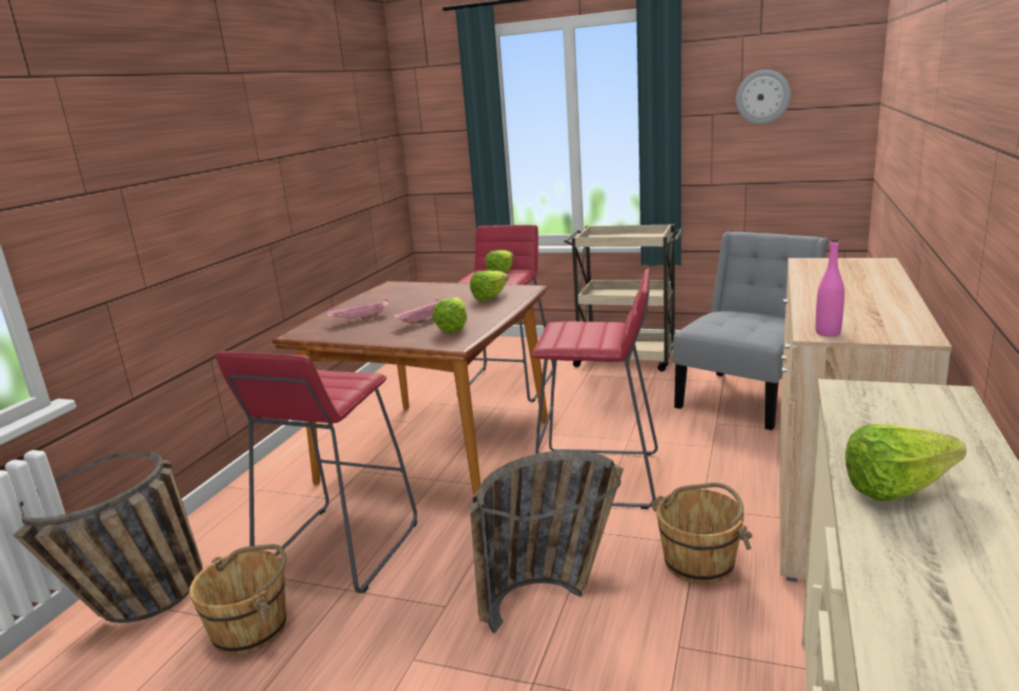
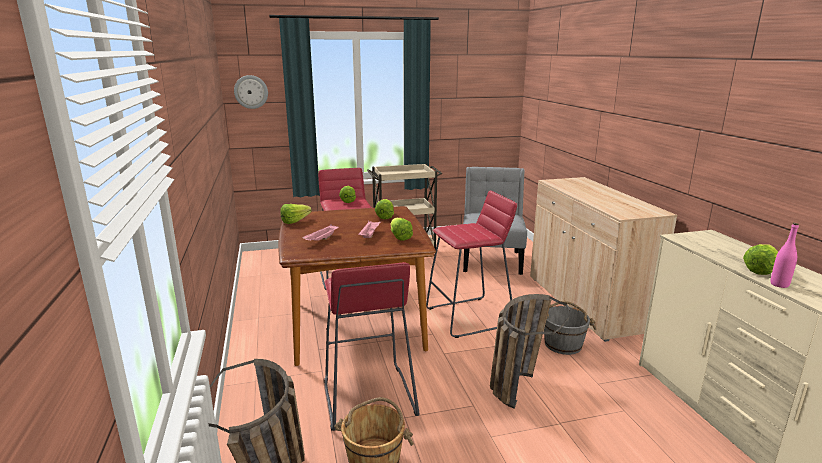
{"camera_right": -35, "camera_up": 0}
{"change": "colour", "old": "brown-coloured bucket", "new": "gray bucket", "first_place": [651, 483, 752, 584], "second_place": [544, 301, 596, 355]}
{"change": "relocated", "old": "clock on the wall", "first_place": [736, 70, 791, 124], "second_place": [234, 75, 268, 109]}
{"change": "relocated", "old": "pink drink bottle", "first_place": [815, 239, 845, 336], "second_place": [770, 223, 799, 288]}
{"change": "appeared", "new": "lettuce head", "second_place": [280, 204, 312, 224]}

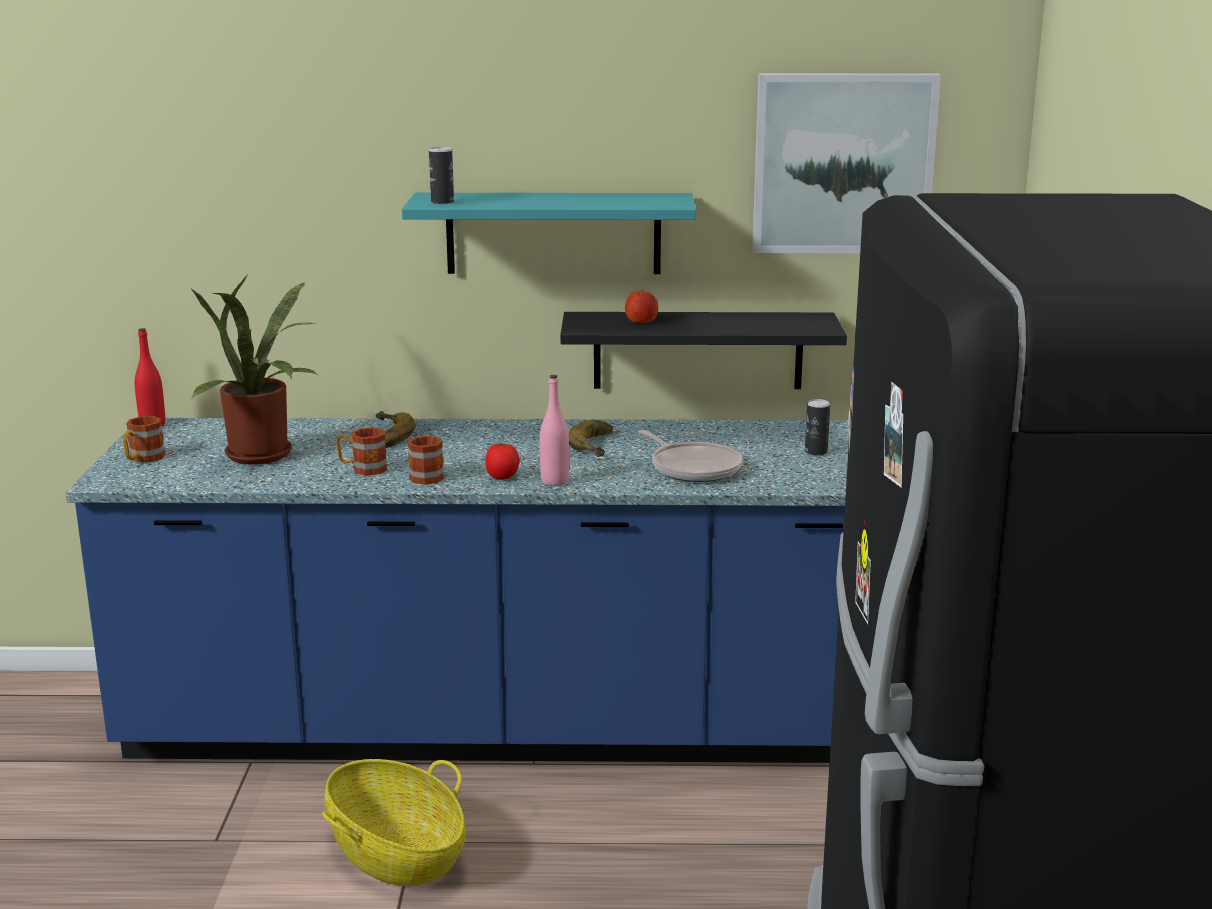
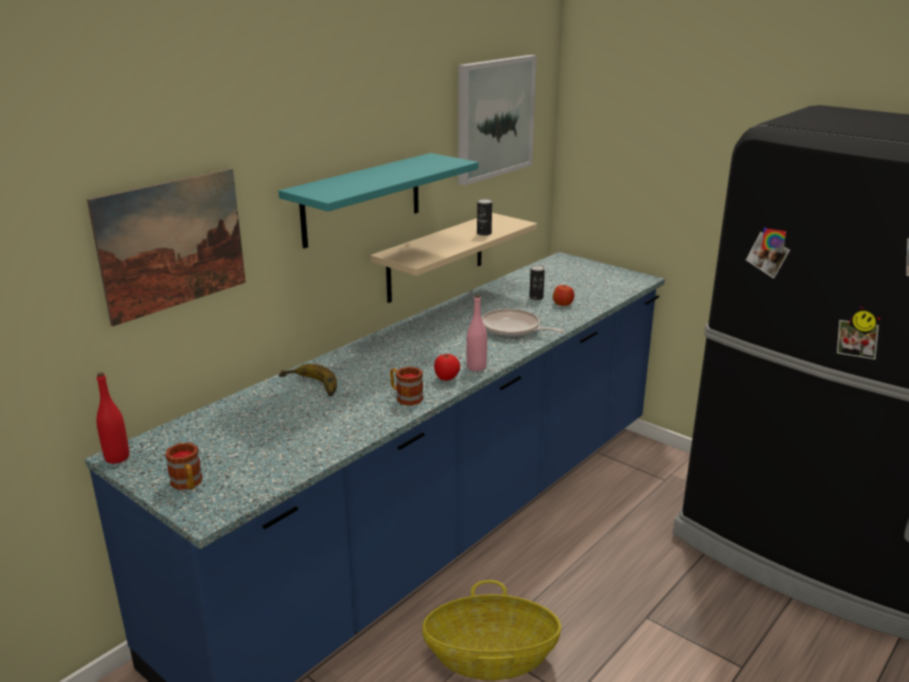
{"camera_right": -50, "camera_up": 5}
{"change": "missing", "old": "houseplant", "first_place": [191, 273, 319, 465]}
{"change": "missing", "old": "mug", "first_place": [336, 427, 387, 476]}
{"change": "relocated", "old": "sealed can", "first_place": [429, 147, 454, 204], "second_place": [477, 199, 492, 236]}
{"change": "colour", "old": "black-coloured bracket shelf", "new": "beige bracket shelf", "first_place": [560, 312, 847, 389], "second_place": [370, 213, 537, 303]}
{"change": "missing", "old": "whole banana", "first_place": [569, 420, 613, 457]}
{"change": "relocated", "old": "whole apple", "first_place": [625, 291, 658, 323], "second_place": [553, 285, 574, 306]}
{"change": "spun", "old": "frying pan", "first_place": [638, 430, 743, 482], "second_place": [482, 309, 565, 338], "degrees": -150}
{"change": "appeared", "new": "picture", "second_place": [87, 169, 246, 326]}

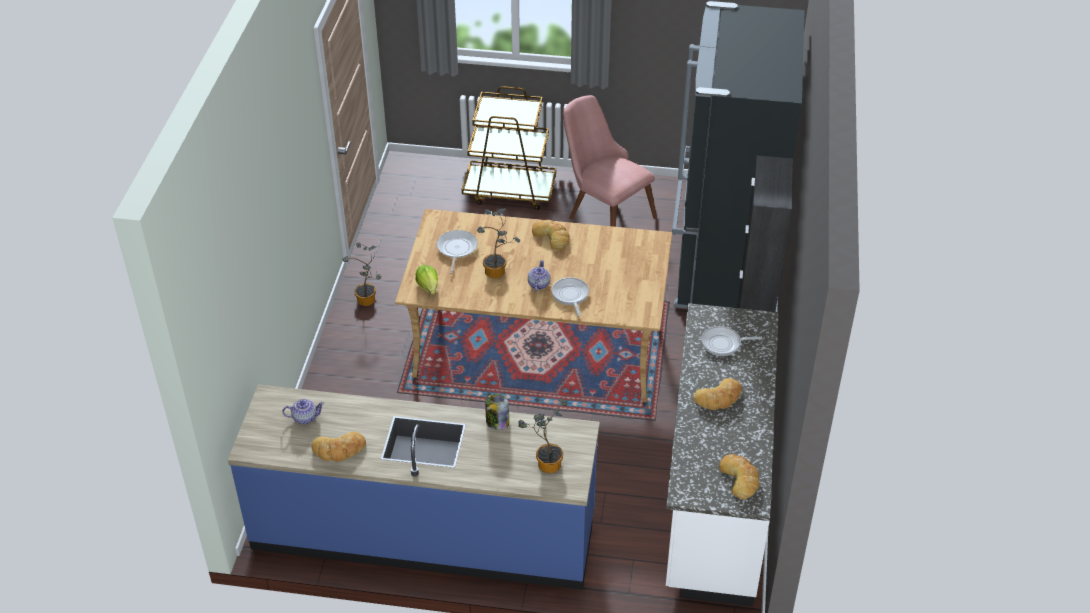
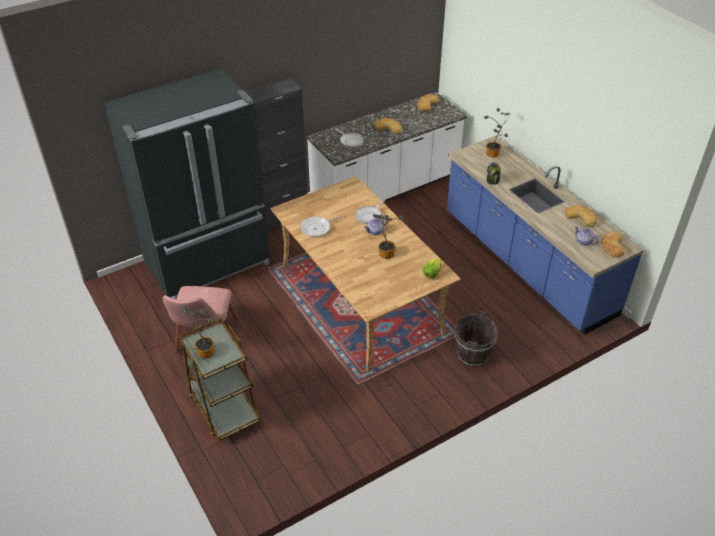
{"camera_right": -130, "camera_up": 0}
{"change": "relocated", "old": "houseplant", "first_place": [342, 243, 382, 306], "second_place": [182, 307, 215, 358]}
{"change": "relocated", "old": "frying pan", "first_place": [437, 230, 478, 274], "second_place": [300, 215, 342, 237]}
{"change": "relocated", "old": "bakery bread", "first_place": [532, 220, 570, 250], "second_place": [601, 232, 625, 258]}
{"change": "appeared", "new": "brown-coloured bucket", "second_place": [455, 311, 498, 367]}

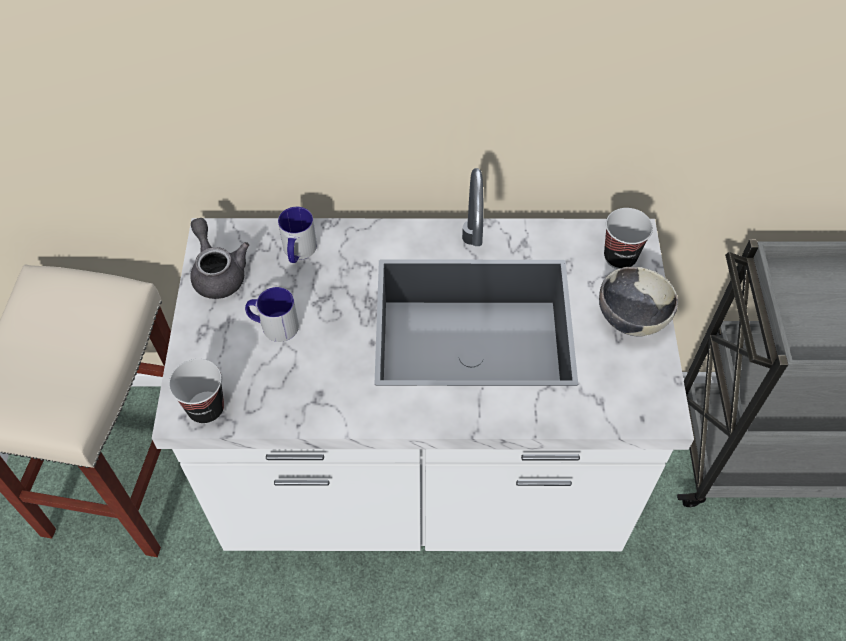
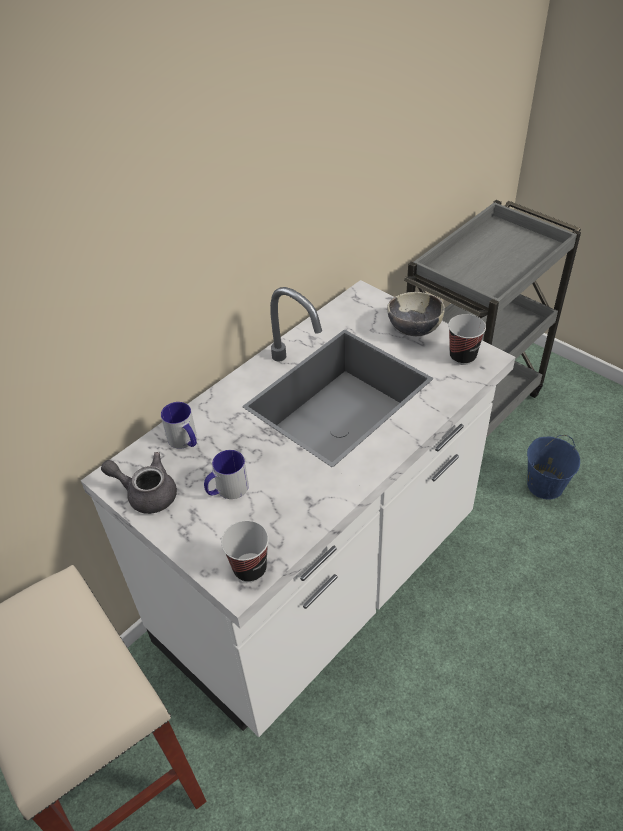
{"camera_right": -45, "camera_up": -10}
{"change": "relocated", "old": "drinking cup", "first_place": [604, 208, 653, 269], "second_place": [448, 314, 486, 365]}
{"change": "appeared", "new": "bluish bucket", "second_place": [527, 435, 580, 500]}

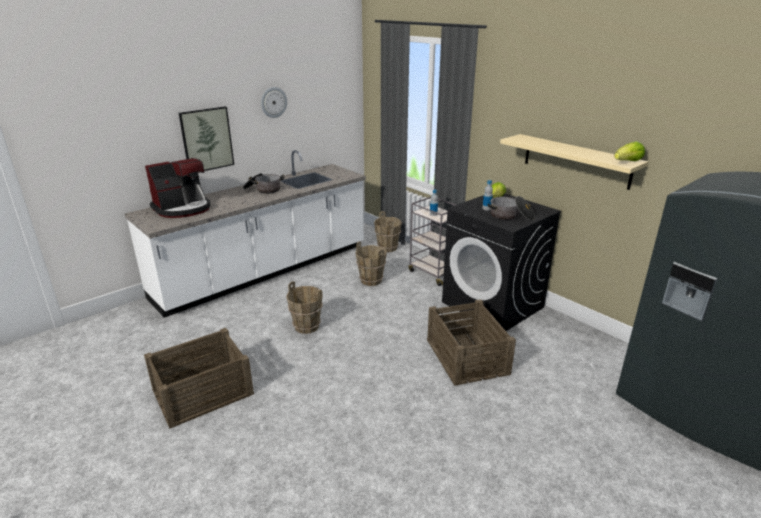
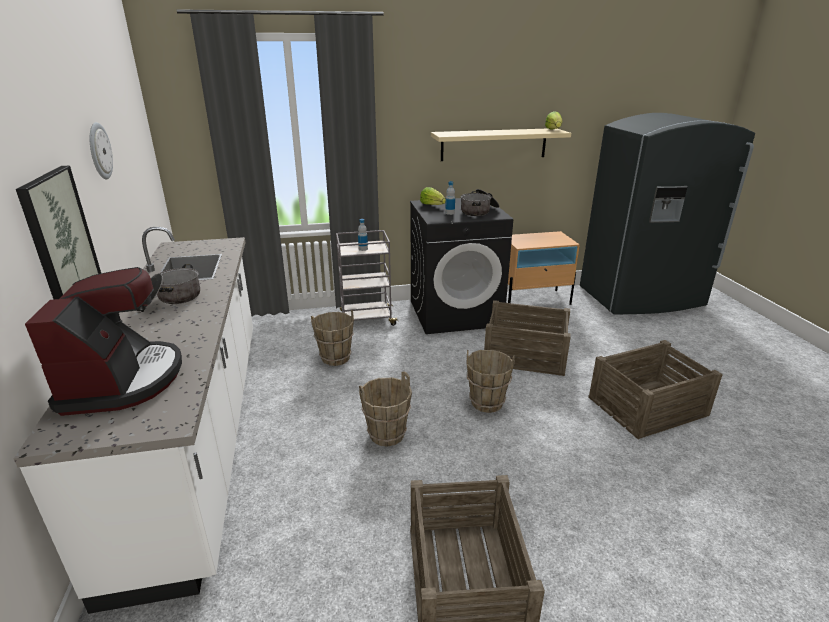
{"camera_right": -60, "camera_up": 0}
{"change": "relocated", "old": "brown-coloured bucket", "first_place": [374, 211, 402, 252], "second_place": [467, 350, 515, 413]}
{"change": "appeared", "new": "beige night table", "second_place": [508, 231, 580, 305]}
{"change": "appeared", "new": "crate", "second_place": [588, 340, 723, 439]}

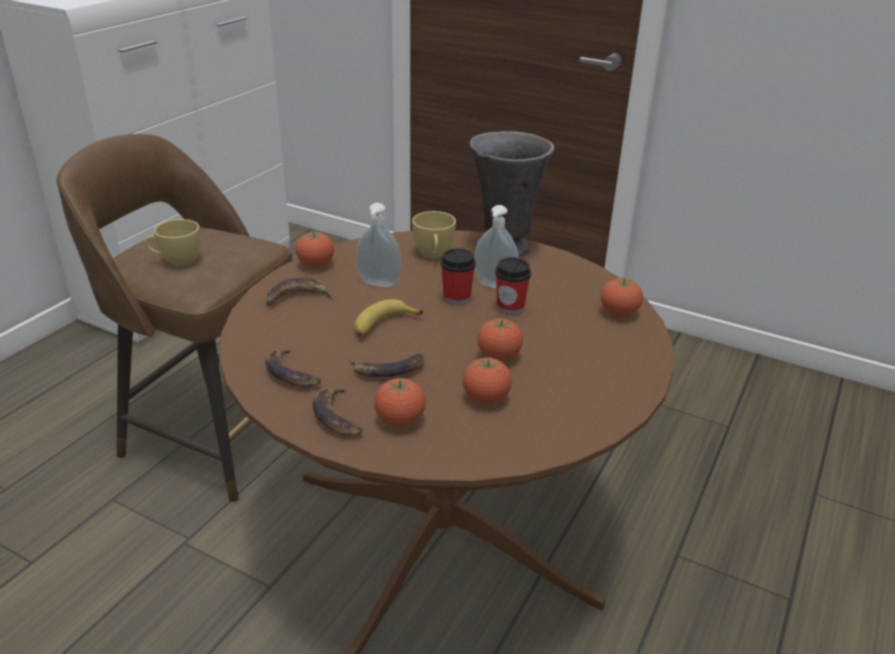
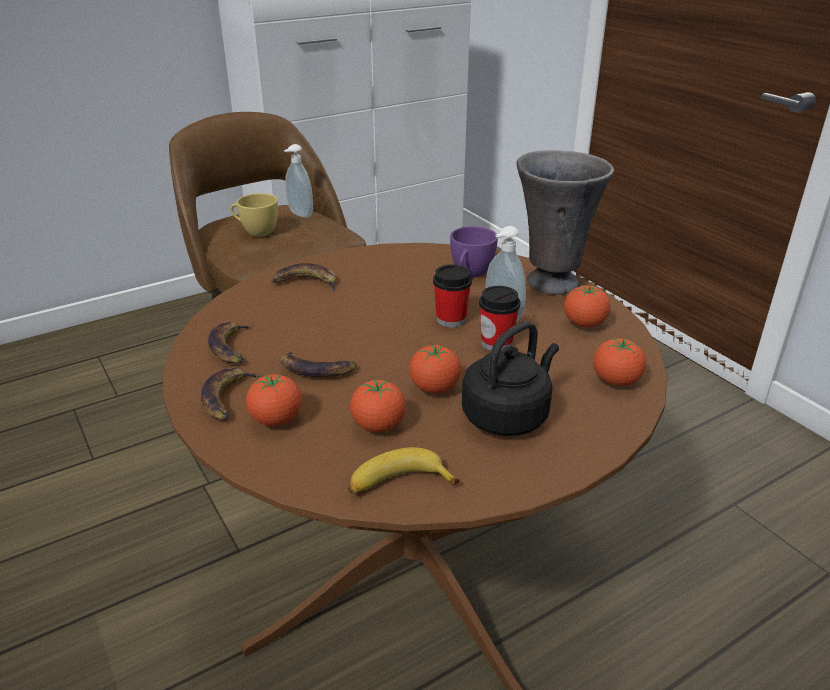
{"camera_right": 30, "camera_up": 0}
{"change": "relocated", "old": "fresh tomato", "first_place": [295, 231, 334, 267], "second_place": [564, 285, 610, 328]}
{"change": "relocated", "old": "whole banana", "first_place": [354, 299, 423, 336], "second_place": [348, 447, 460, 494]}
{"change": "relocated", "old": "soap dispenser", "first_place": [356, 203, 401, 287], "second_place": [284, 144, 313, 218]}
{"change": "colour", "old": "yellow drinking cup", "new": "purple drinking cup", "first_place": [412, 211, 456, 259], "second_place": [450, 226, 498, 277]}
{"change": "appeared", "new": "black-coloured water kettle", "second_place": [462, 321, 559, 436]}

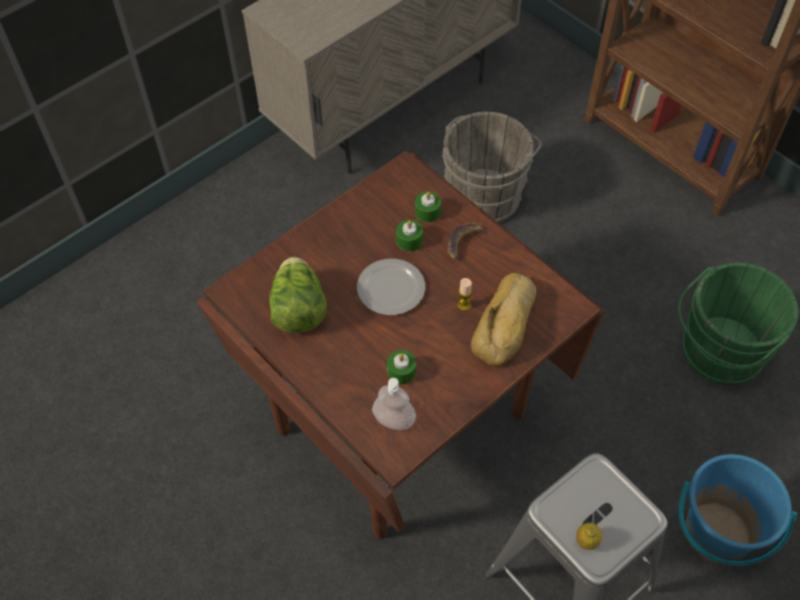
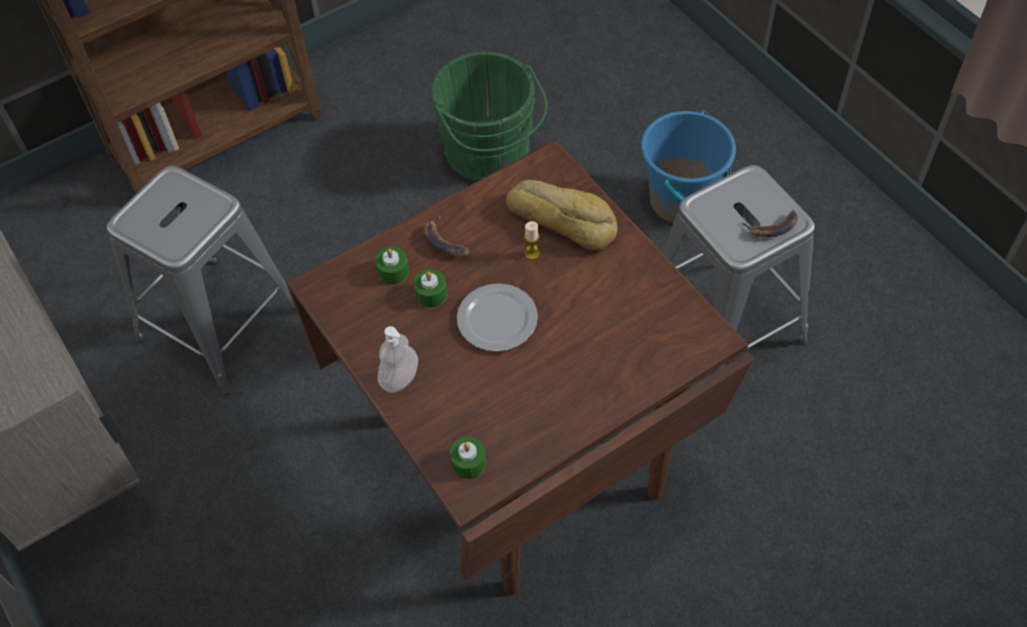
{"camera_right": -80, "camera_up": 0}
{"change": "missing", "old": "lettuce head", "first_place": [269, 257, 327, 333]}
{"change": "relocated", "old": "soap dispenser", "first_place": [372, 378, 416, 430], "second_place": [378, 326, 418, 393]}
{"change": "relocated", "old": "green candle", "first_place": [387, 350, 416, 385], "second_place": [450, 437, 486, 479]}
{"change": "exchanged", "old": "gray bucket", "new": "gray sitting stool", "first_place": [442, 112, 542, 223], "second_place": [106, 165, 296, 395]}
{"change": "exchanged", "old": "citrus fruit", "new": "whole banana", "first_place": [576, 523, 602, 550], "second_place": [741, 210, 798, 237]}

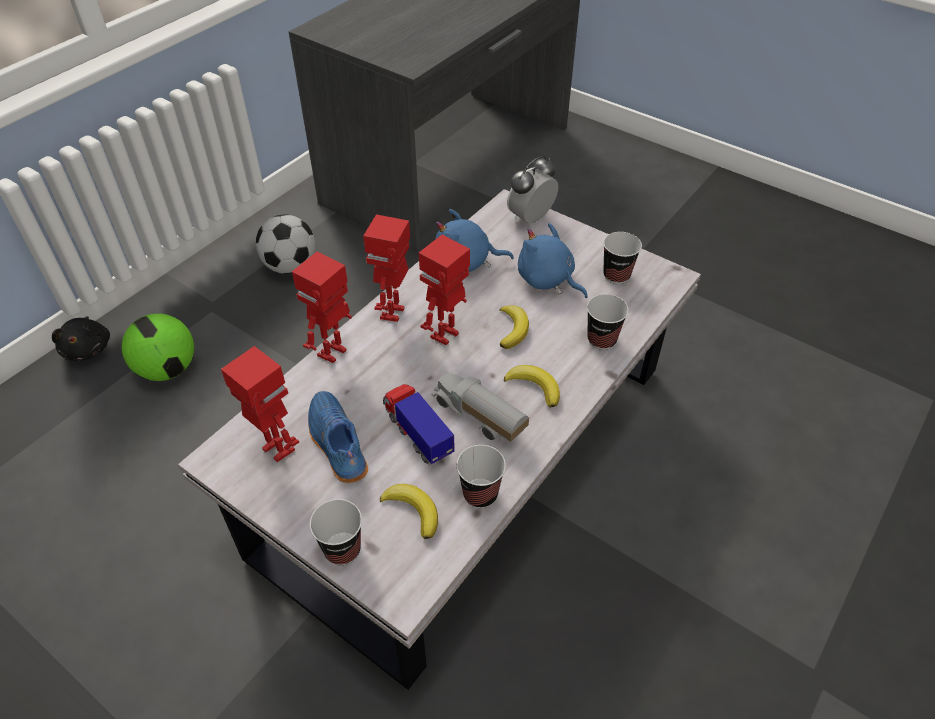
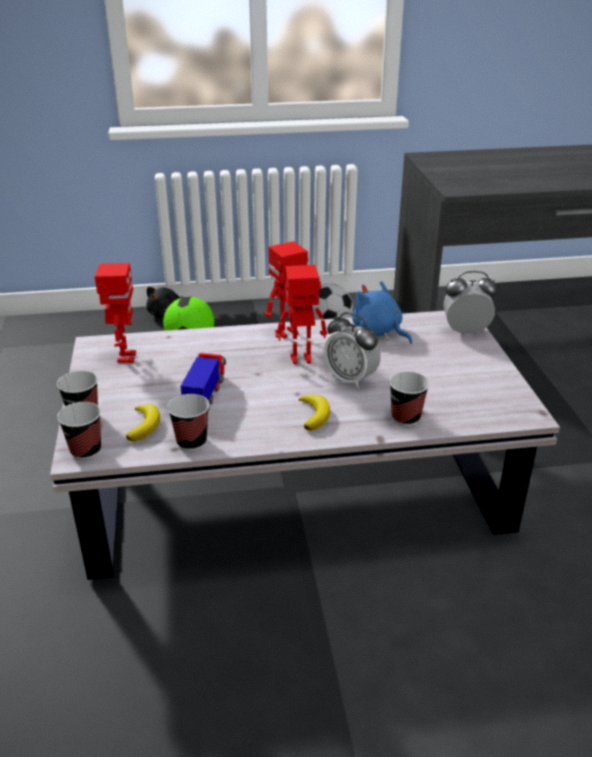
{"camera_right": 45, "camera_up": -15}
{"change": "missing", "old": "model robot", "first_place": [292, 252, 352, 363]}
{"change": "missing", "old": "bluish item of footwear", "first_place": [308, 391, 368, 483]}
{"change": "missing", "old": "toy lorry", "first_place": [431, 373, 529, 442]}
{"change": "exchanged", "old": "whole banana", "new": "alarm clock", "first_place": [500, 305, 529, 349], "second_place": [324, 312, 381, 389]}
{"change": "missing", "old": "bluish soft toy", "first_place": [518, 223, 588, 298]}
{"change": "relocated", "old": "drinking cup", "first_place": [603, 232, 642, 284], "second_place": [57, 402, 101, 460]}

